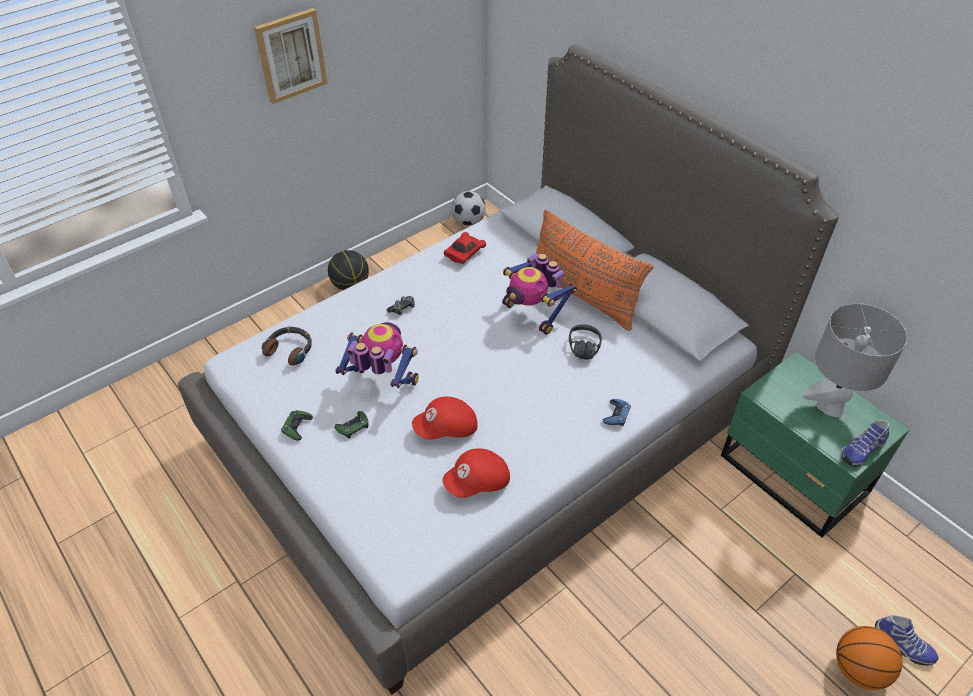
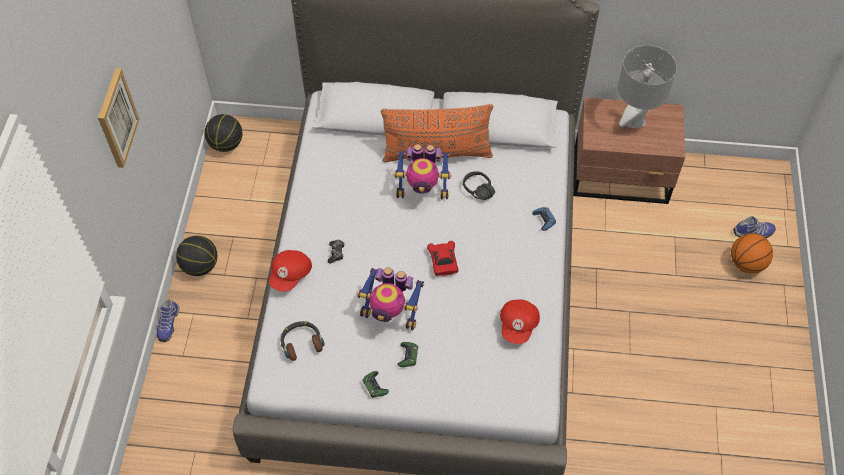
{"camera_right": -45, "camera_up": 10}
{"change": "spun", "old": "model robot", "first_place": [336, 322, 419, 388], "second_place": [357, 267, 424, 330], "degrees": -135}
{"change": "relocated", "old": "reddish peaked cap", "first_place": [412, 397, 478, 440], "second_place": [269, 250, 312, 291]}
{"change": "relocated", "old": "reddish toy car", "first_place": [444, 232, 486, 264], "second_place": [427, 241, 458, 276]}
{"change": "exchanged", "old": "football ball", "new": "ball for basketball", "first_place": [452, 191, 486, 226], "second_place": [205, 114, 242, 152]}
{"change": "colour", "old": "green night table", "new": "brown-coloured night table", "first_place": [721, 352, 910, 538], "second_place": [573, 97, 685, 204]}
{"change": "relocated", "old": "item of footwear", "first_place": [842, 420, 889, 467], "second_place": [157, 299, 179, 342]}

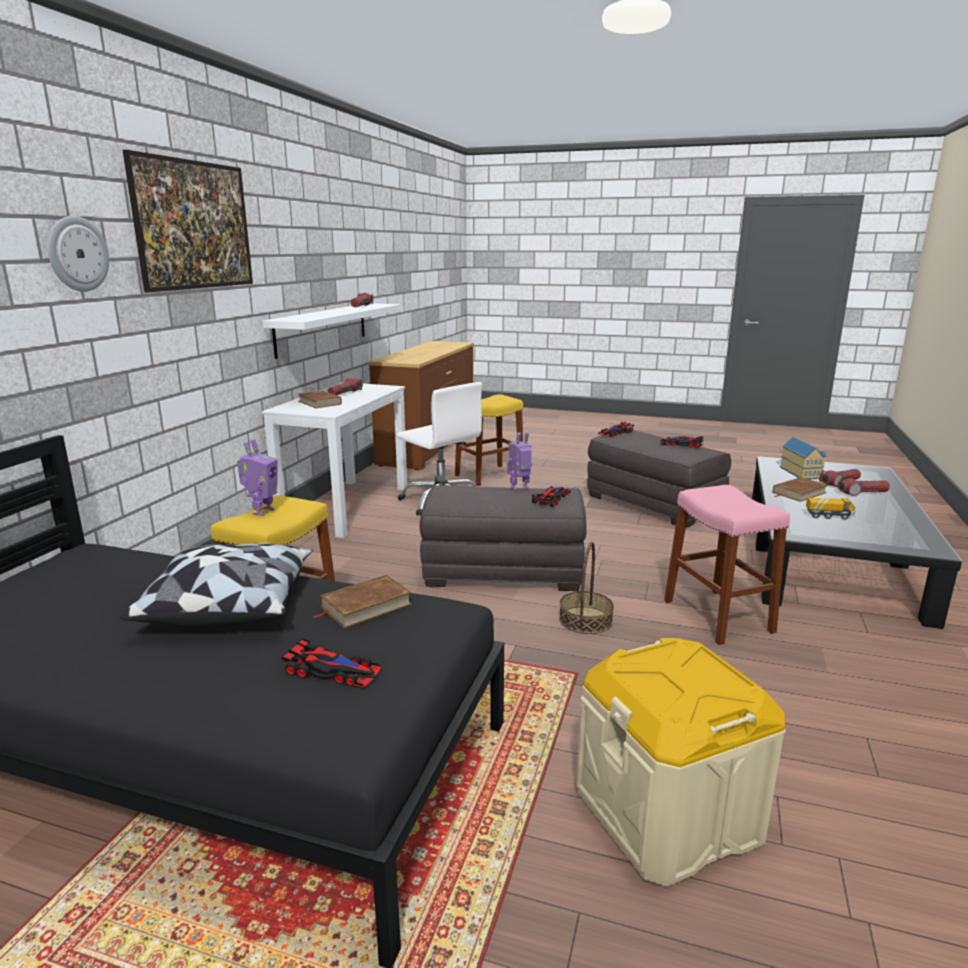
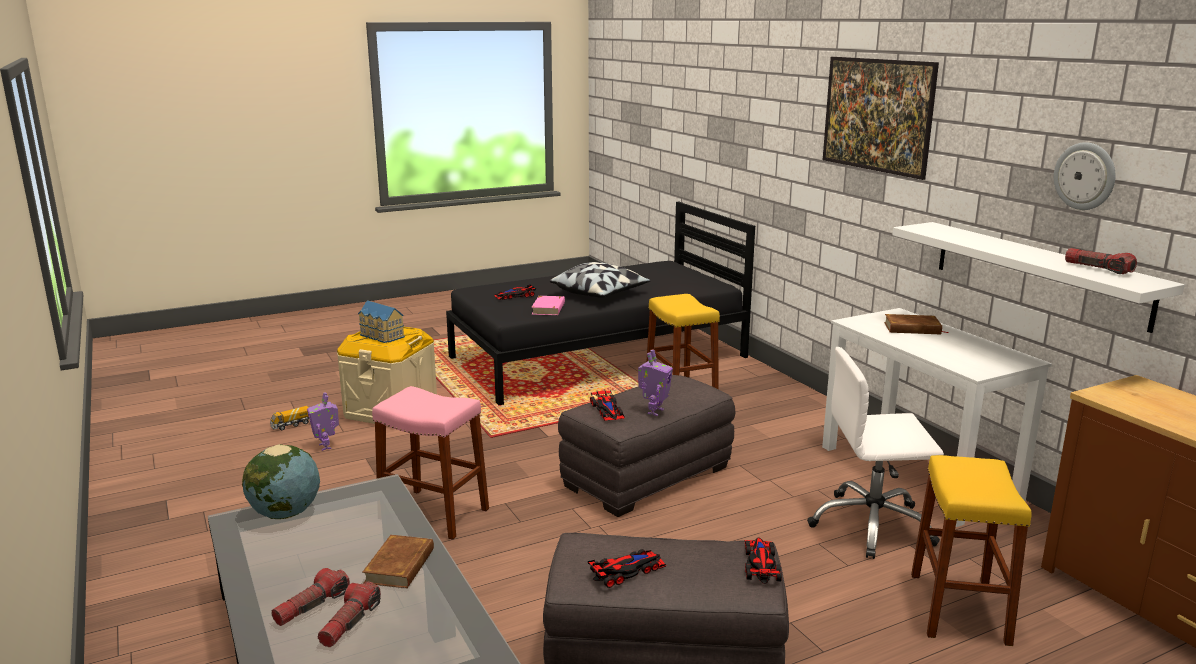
{"camera_right": 135, "camera_up": 0}
{"change": "relocated", "old": "clock on the wall", "first_place": [48, 216, 109, 292], "second_place": [1054, 142, 1116, 210]}
{"change": "relocated", "old": "model robot", "first_place": [237, 439, 278, 516], "second_place": [307, 393, 339, 451]}
{"change": "colour", "old": "brown-coloured volume", "new": "pink volume", "first_place": [313, 575, 412, 629], "second_place": [531, 296, 565, 315]}
{"change": "missing", "old": "flashlight", "first_place": [328, 378, 363, 395]}
{"change": "missing", "old": "basket", "first_place": [559, 542, 614, 634]}
{"change": "relocated", "old": "toy house", "first_place": [780, 437, 826, 479], "second_place": [358, 300, 405, 343]}
{"change": "relocated", "old": "toy lorry", "first_place": [806, 498, 856, 520], "second_place": [270, 406, 309, 430]}
{"change": "appeared", "new": "world globe", "second_place": [242, 444, 320, 519]}

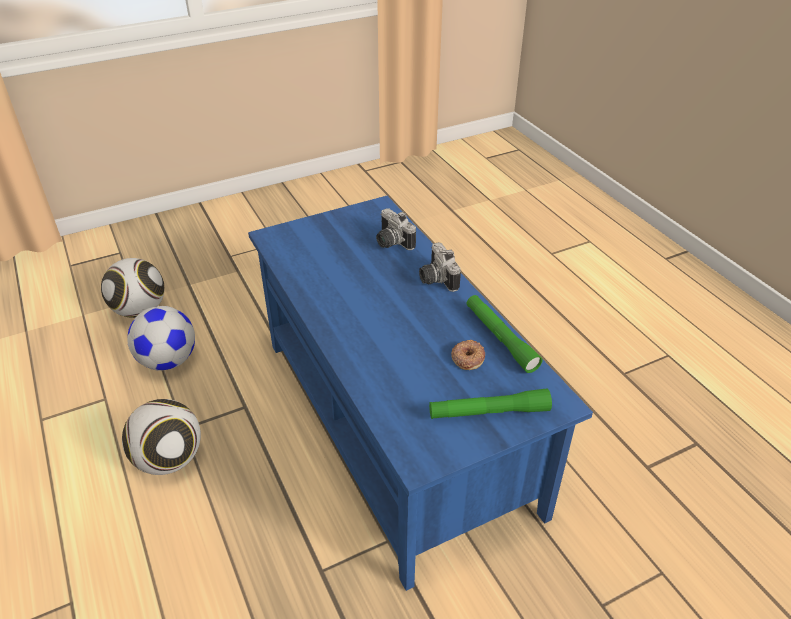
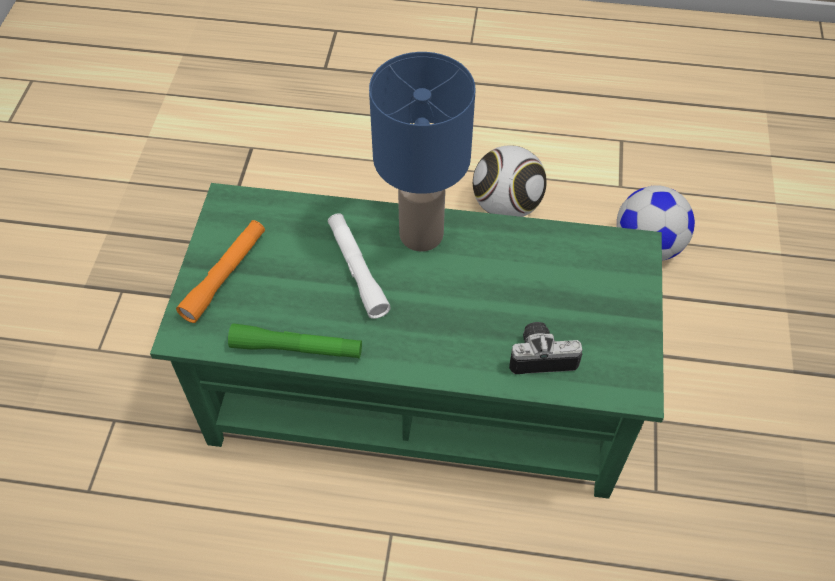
{"camera_right": 125, "camera_up": 15}
{"change": "missing", "old": "football ball", "first_place": [101, 258, 164, 318]}
{"change": "colour", "old": "bluish low table", "new": "green low table", "first_place": [248, 196, 593, 591], "second_place": [150, 183, 664, 499]}
{"change": "missing", "old": "still camera", "first_place": [419, 242, 461, 292]}
{"change": "colour", "old": "green flashlight", "new": "orange flashlight", "first_place": [429, 389, 552, 419], "second_place": [176, 220, 265, 323]}
{"change": "missing", "old": "ring doughnut", "first_place": [451, 340, 485, 370]}
{"change": "appeared", "new": "whitish flashlight", "second_place": [328, 213, 391, 319]}
{"change": "appeared", "new": "bluish table lamp", "second_place": [369, 52, 476, 252]}

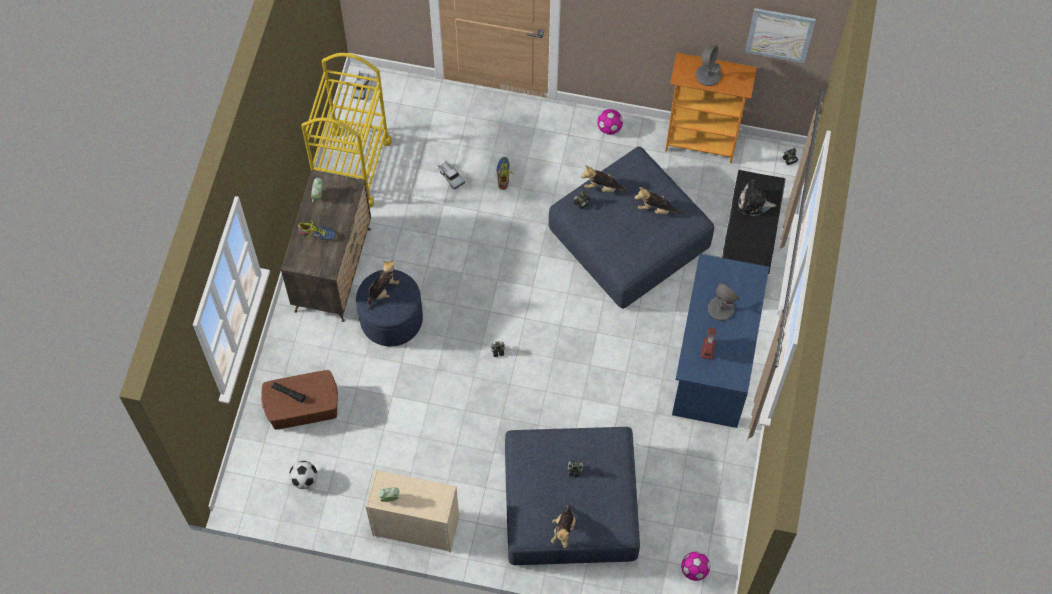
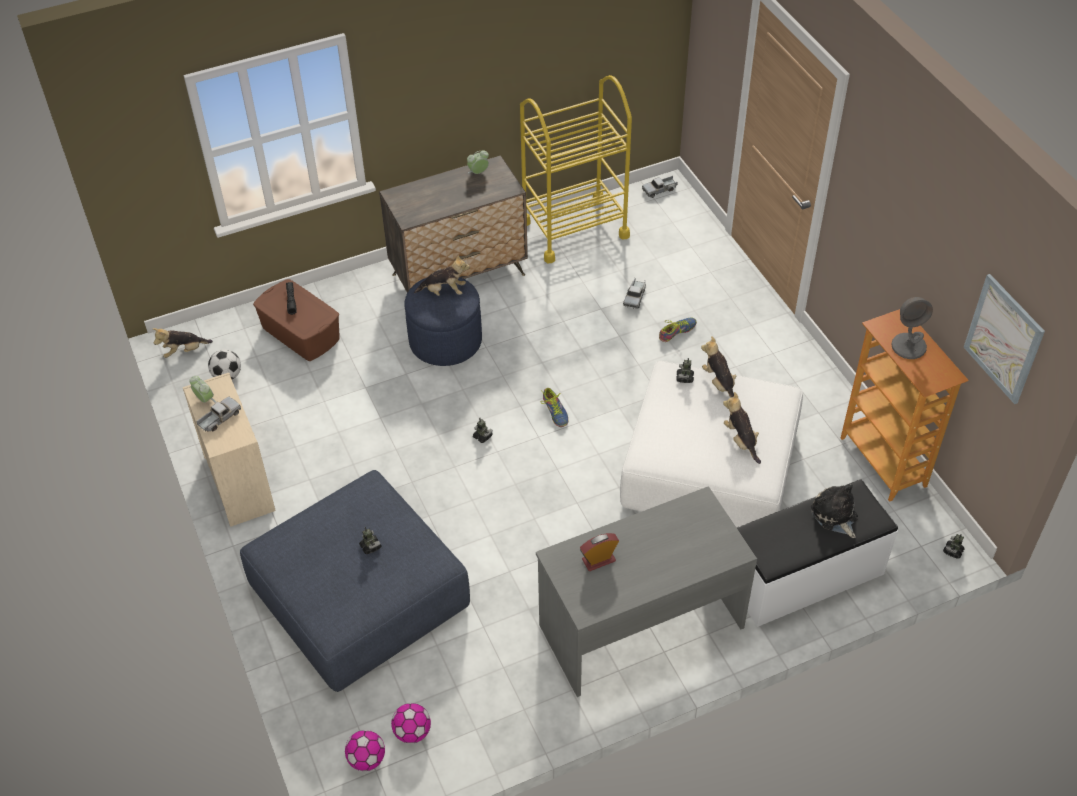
{"camera_right": 55, "camera_up": -15}
{"change": "relocated", "old": "item of footwear", "first_place": [298, 219, 337, 241], "second_place": [541, 388, 568, 427]}
{"change": "colour", "old": "bluish footrest", "new": "whitish footrest", "first_place": [549, 146, 714, 309], "second_place": [620, 361, 803, 528]}
{"change": "relocated", "old": "soft toy", "first_place": [551, 504, 575, 548], "second_place": [153, 328, 213, 358]}
{"change": "relocated", "old": "football ball", "first_place": [597, 109, 623, 135], "second_place": [391, 703, 431, 743]}
{"change": "colour", "old": "bluish desk unit", "new": "gray desk unit", "first_place": [672, 254, 769, 428], "second_place": [536, 486, 757, 697]}
{"change": "missing", "old": "gray table lamp", "first_place": [708, 283, 739, 321]}
{"change": "appeared", "new": "toy lorry", "second_place": [196, 397, 241, 432]}

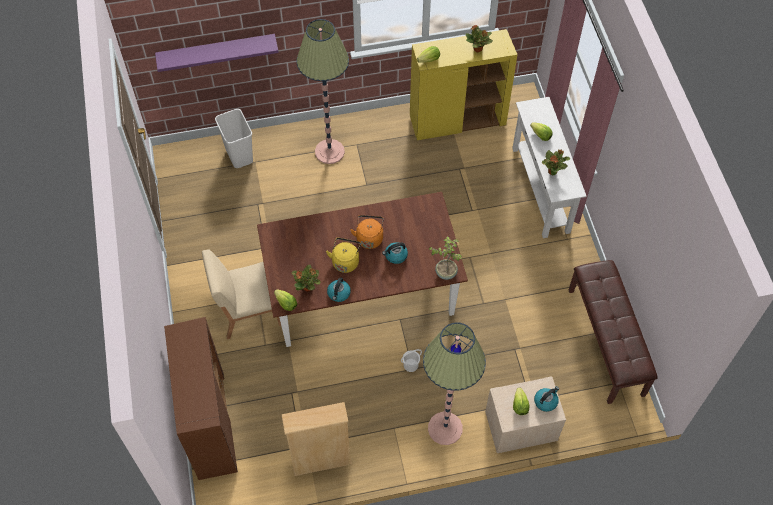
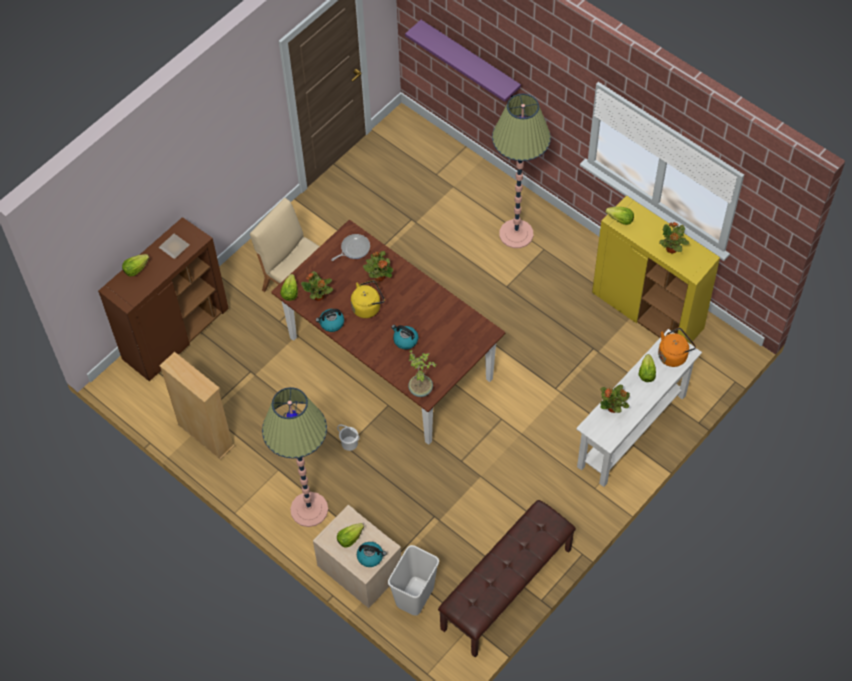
{"camera_right": 55, "camera_up": 0}
{"change": "relocated", "old": "whitish trash can", "first_place": [215, 109, 253, 168], "second_place": [388, 545, 439, 616]}
{"change": "relocated", "old": "orange water kettle", "first_place": [350, 215, 384, 249], "second_place": [658, 327, 696, 367]}
{"change": "appeared", "new": "lettuce head", "second_place": [122, 254, 149, 276]}
{"change": "appeared", "new": "dinner plate", "second_place": [159, 234, 189, 259]}
{"change": "appeared", "new": "frying pan", "second_place": [331, 234, 370, 261]}
{"change": "appeared", "new": "houseplant", "second_place": [363, 251, 393, 281]}

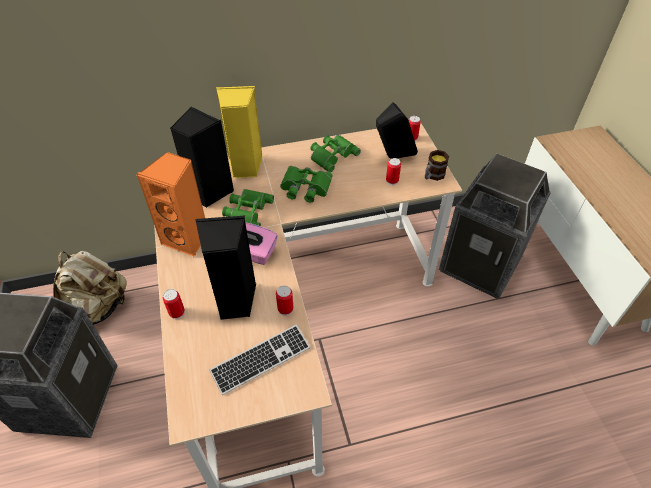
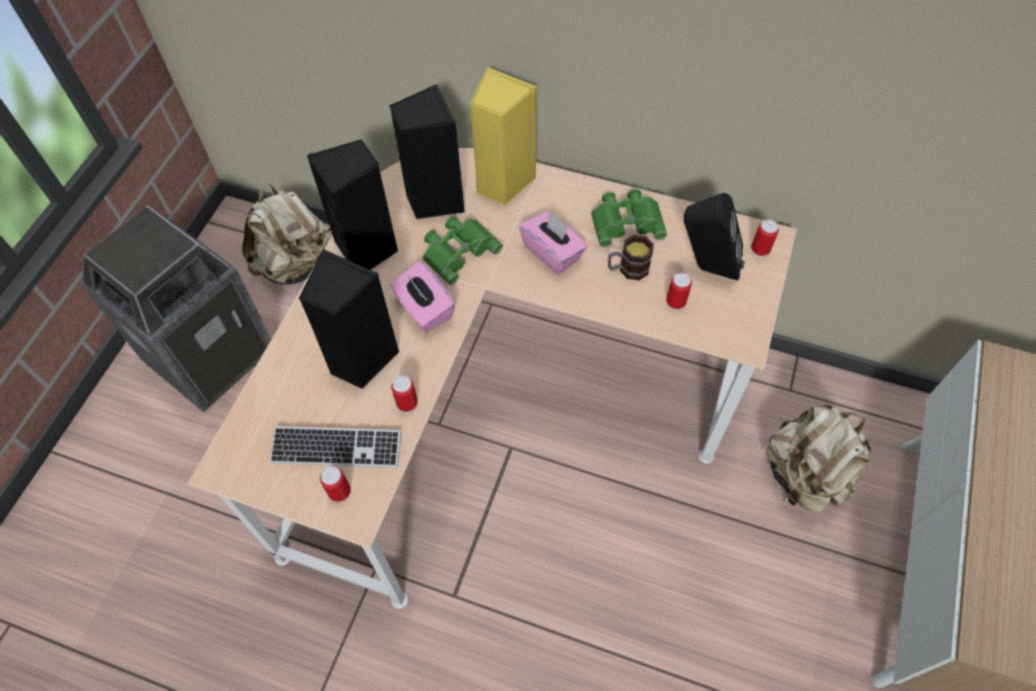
{"camera_right": 35, "camera_up": 10}
{"change": "colour", "old": "orange loudspeaker", "new": "black-coloured loudspeaker", "first_place": [137, 152, 205, 257], "second_place": [307, 139, 398, 270]}
{"change": "relocated", "old": "sealed can", "first_place": [163, 289, 185, 319], "second_place": [320, 466, 351, 502]}
{"change": "exchanged", "old": "green pair of binoculars", "new": "pink box of tissues", "first_place": [280, 166, 333, 203], "second_place": [519, 212, 588, 275]}
{"change": "relocated", "old": "mug", "first_place": [425, 150, 449, 181], "second_place": [608, 235, 654, 280]}
{"change": "exchanged", "old": "trash can", "new": "beige backpack", "first_place": [439, 153, 551, 299], "second_place": [767, 405, 871, 513]}

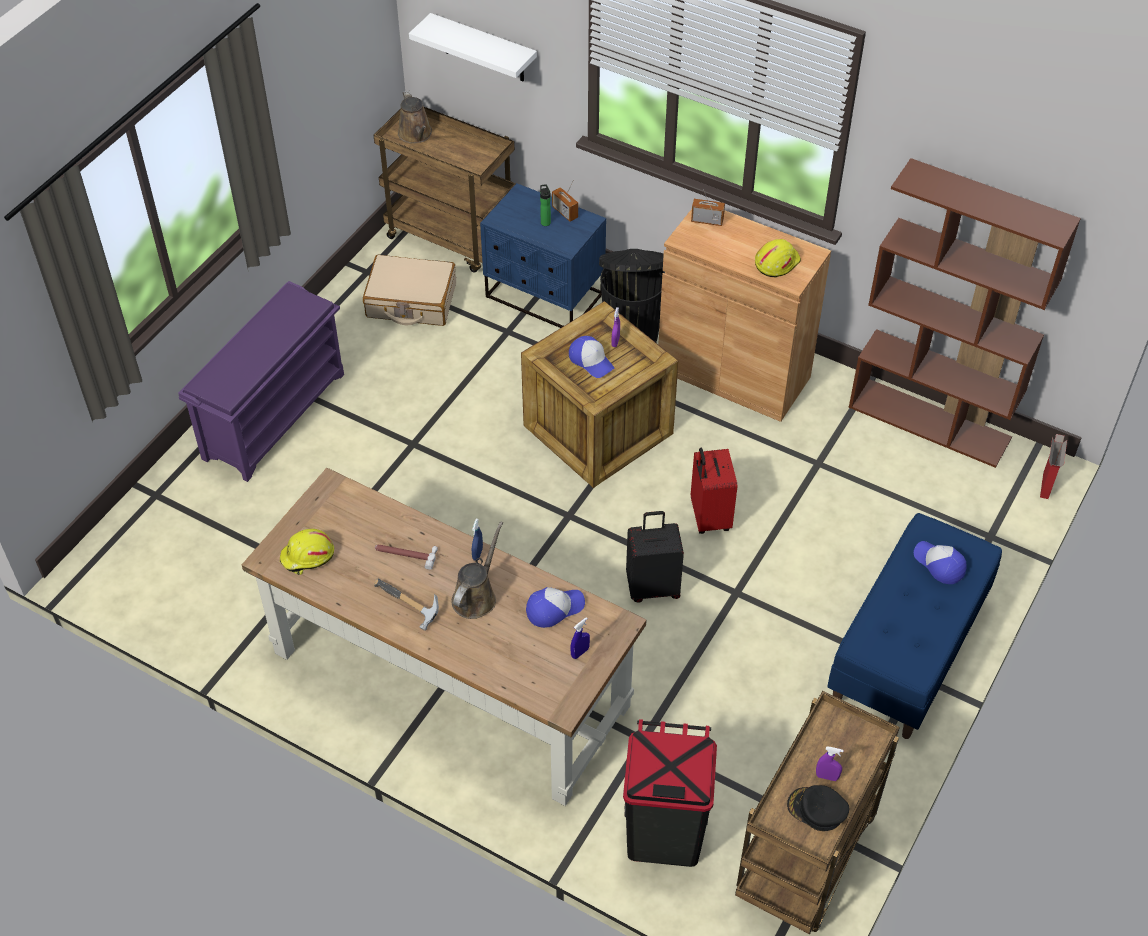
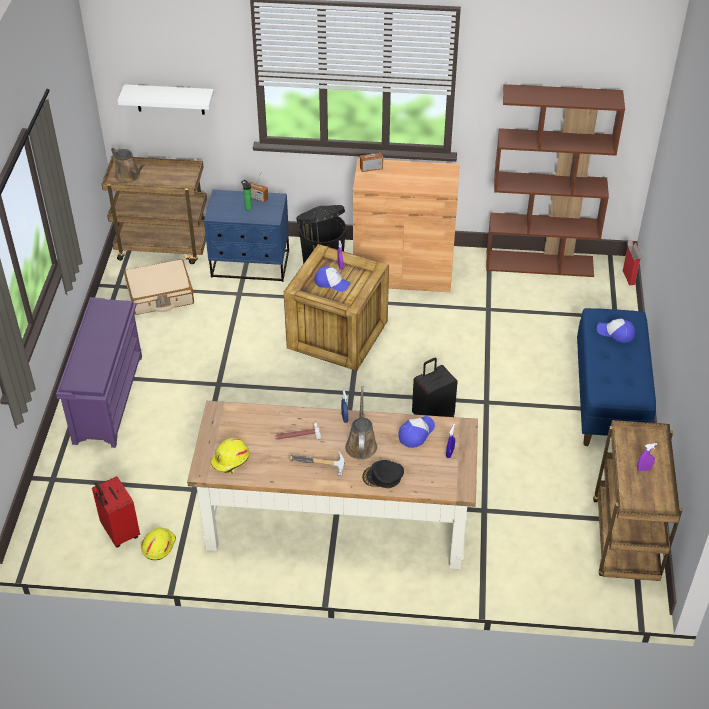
{"camera_right": -25, "camera_up": -5}
{"change": "missing", "old": "black-coloured trash can", "first_place": [623, 719, 717, 867]}
{"change": "relocated", "old": "reddish travel case", "first_place": [691, 448, 737, 534], "second_place": [92, 476, 140, 547]}
{"change": "relocated", "old": "yellow hard hat", "first_place": [755, 239, 801, 277], "second_place": [141, 528, 176, 560]}
{"change": "relocated", "old": "black-coloured peaked cap", "first_place": [787, 785, 849, 831], "second_place": [362, 460, 404, 488]}

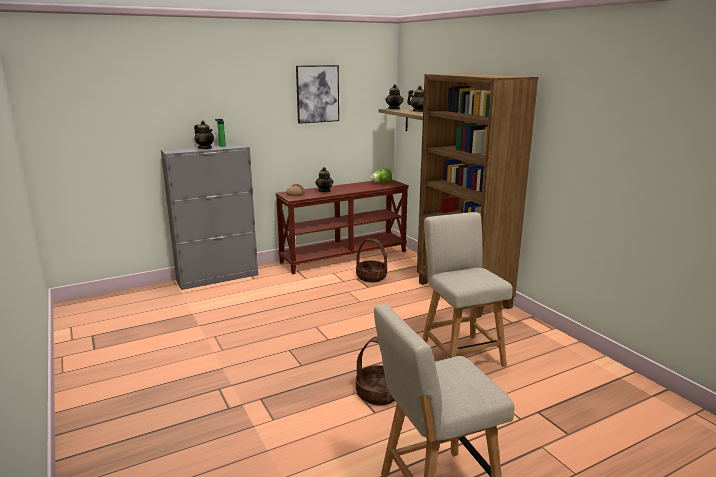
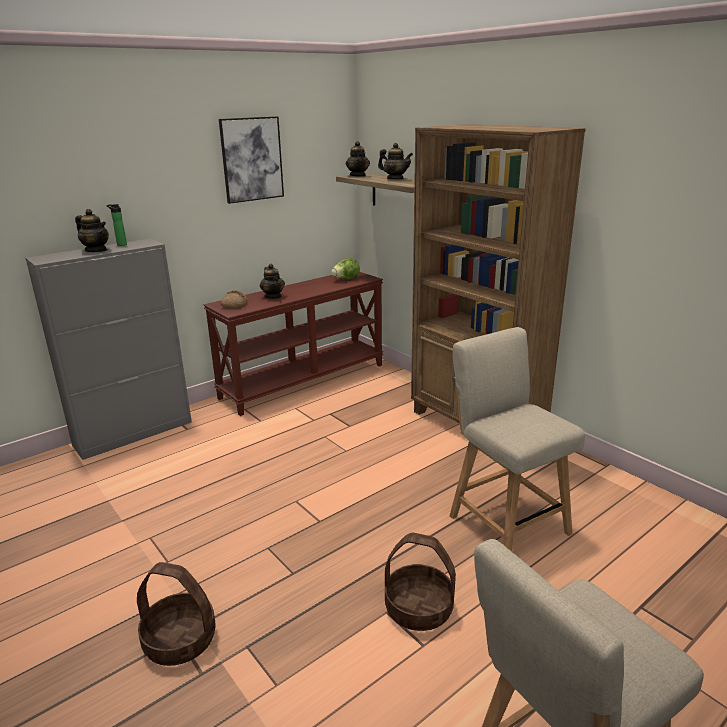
{"camera_right": -10, "camera_up": 5}
{"change": "relocated", "old": "basket", "first_place": [356, 238, 387, 282], "second_place": [137, 562, 216, 666]}

